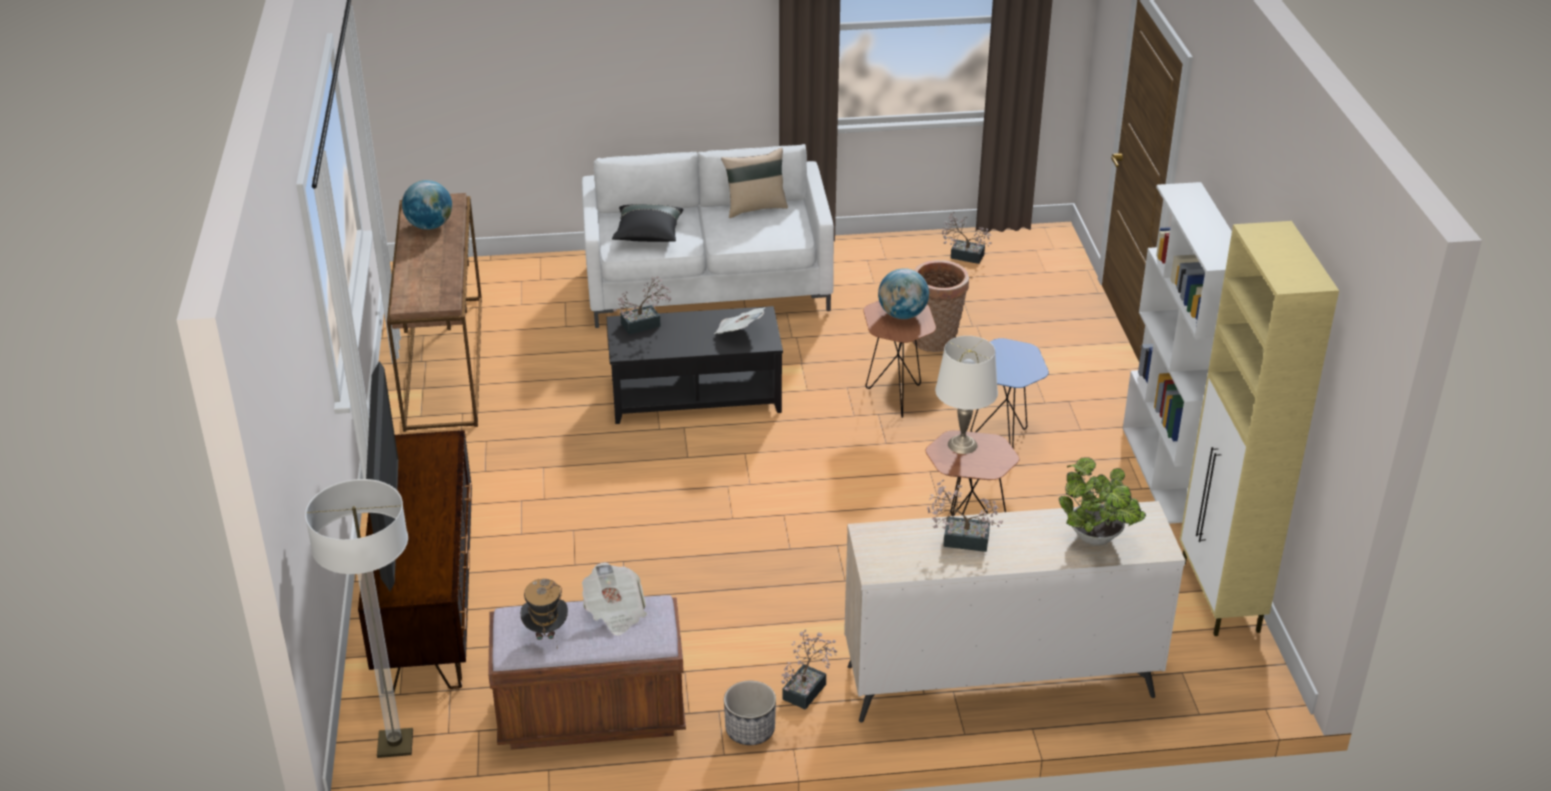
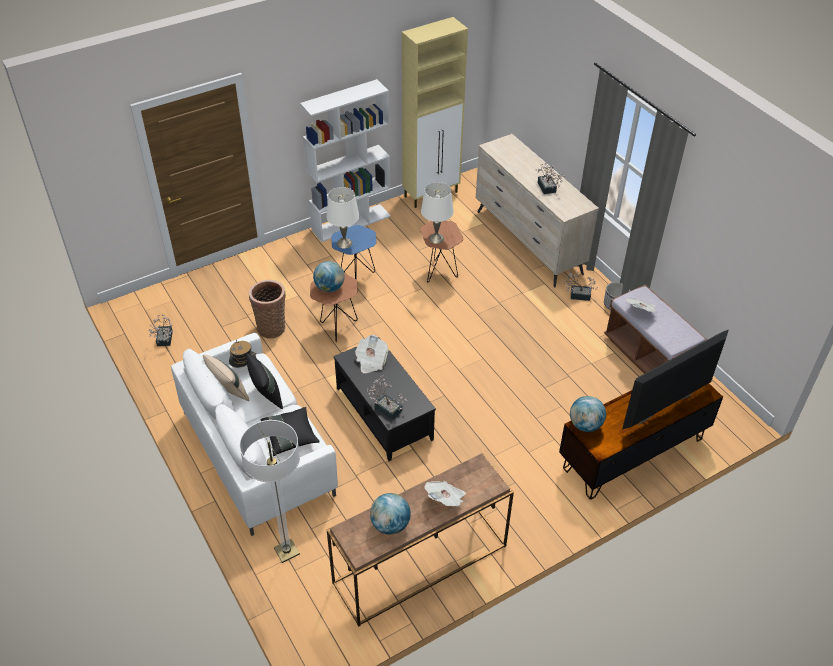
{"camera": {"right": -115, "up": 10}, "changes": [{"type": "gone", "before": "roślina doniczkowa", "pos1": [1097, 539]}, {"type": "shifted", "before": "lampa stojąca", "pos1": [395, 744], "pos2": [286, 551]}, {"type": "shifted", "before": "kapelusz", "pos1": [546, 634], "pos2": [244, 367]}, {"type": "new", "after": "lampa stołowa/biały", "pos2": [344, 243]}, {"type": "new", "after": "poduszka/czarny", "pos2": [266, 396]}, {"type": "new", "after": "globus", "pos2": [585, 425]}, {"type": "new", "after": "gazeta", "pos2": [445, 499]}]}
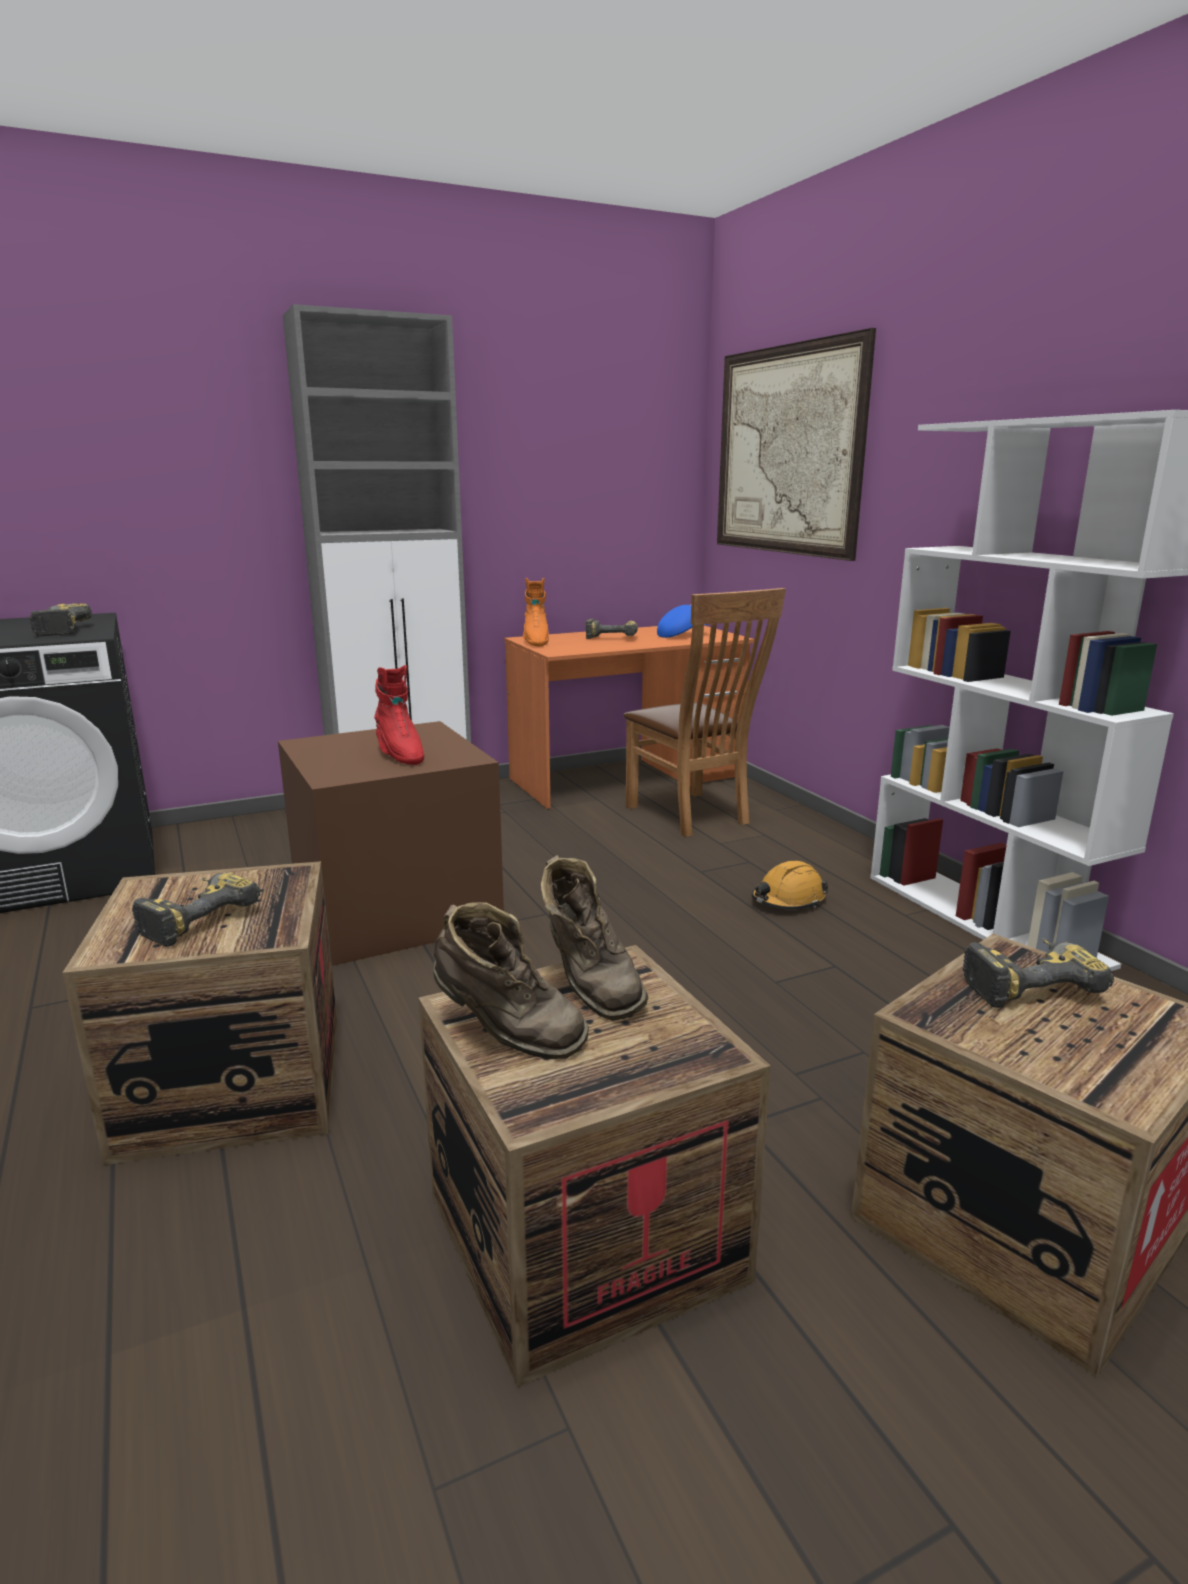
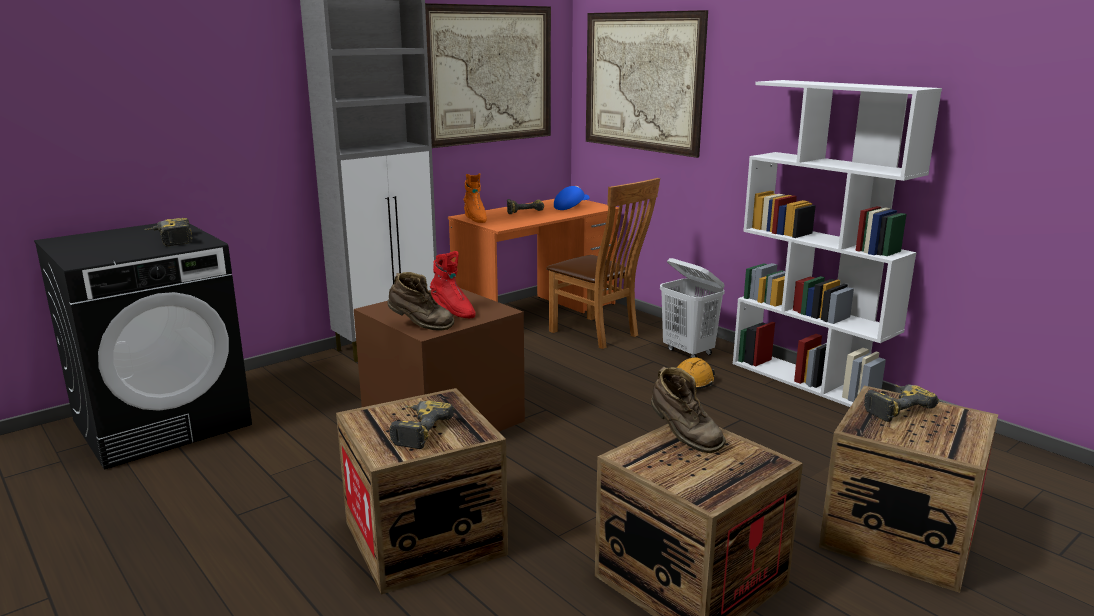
{"camera": {"right": -15, "up": 0}, "changes": [{"type": "shifted", "before": "but z cholewką/brązowy", "pos1": [506, 1034], "pos2": [420, 326]}, {"type": "new", "after": "obraz", "pos2": [489, 75]}, {"type": "new", "after": "kosz na pranie/biały", "pos2": [688, 352]}]}
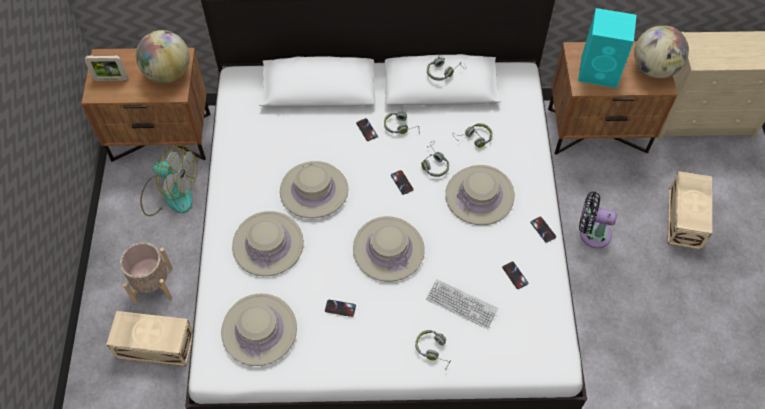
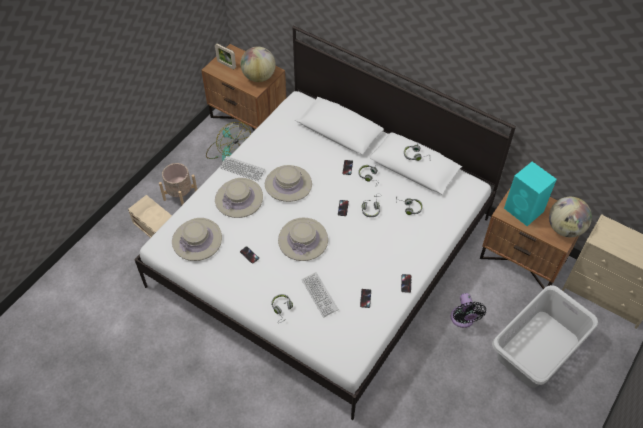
{"camera": {"right": 35, "up": -5}, "changes": [{"type": "gone", "before": "kapelusz/beżowy", "pos1": [479, 196]}, {"type": "swapped", "before": "pojemnik do przechowywania/beżowy", "after": "kosz na pranie/szary", "pos1": [685, 217], "pos2": [538, 348]}, {"type": "rotated", "before": "wentylator/czarny", "pos1": [591, 233], "pos2": [463, 319], "turn": -150}, {"type": "new", "after": "klawiatura", "pos2": [242, 169]}]}
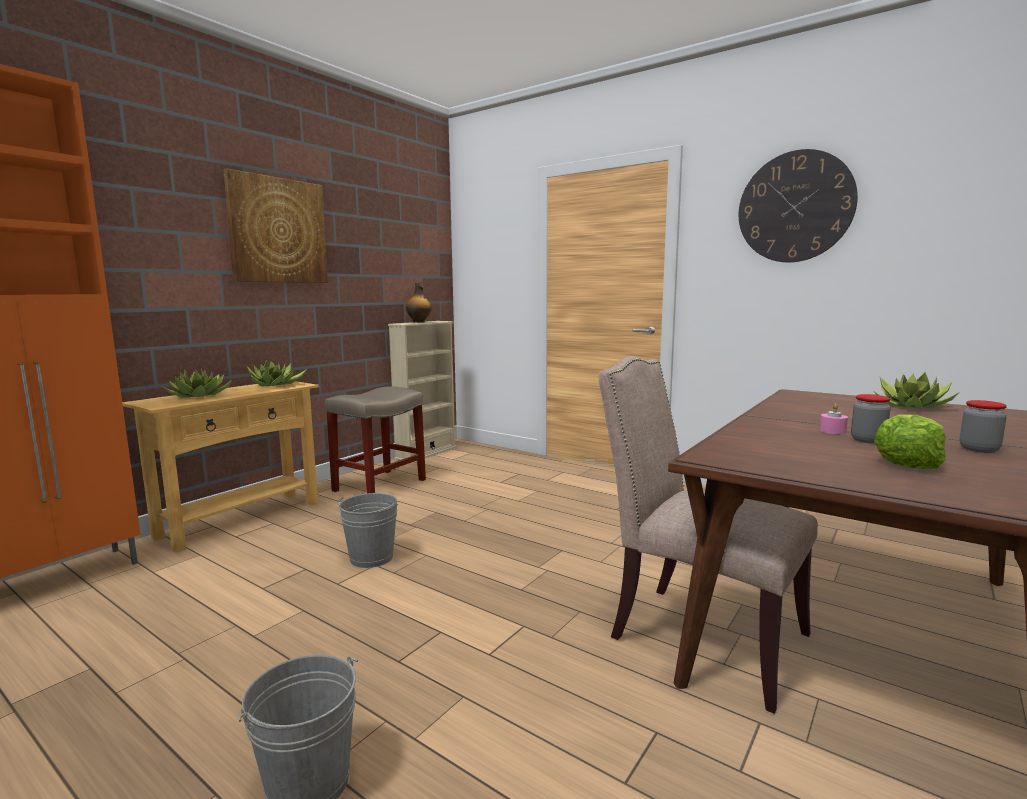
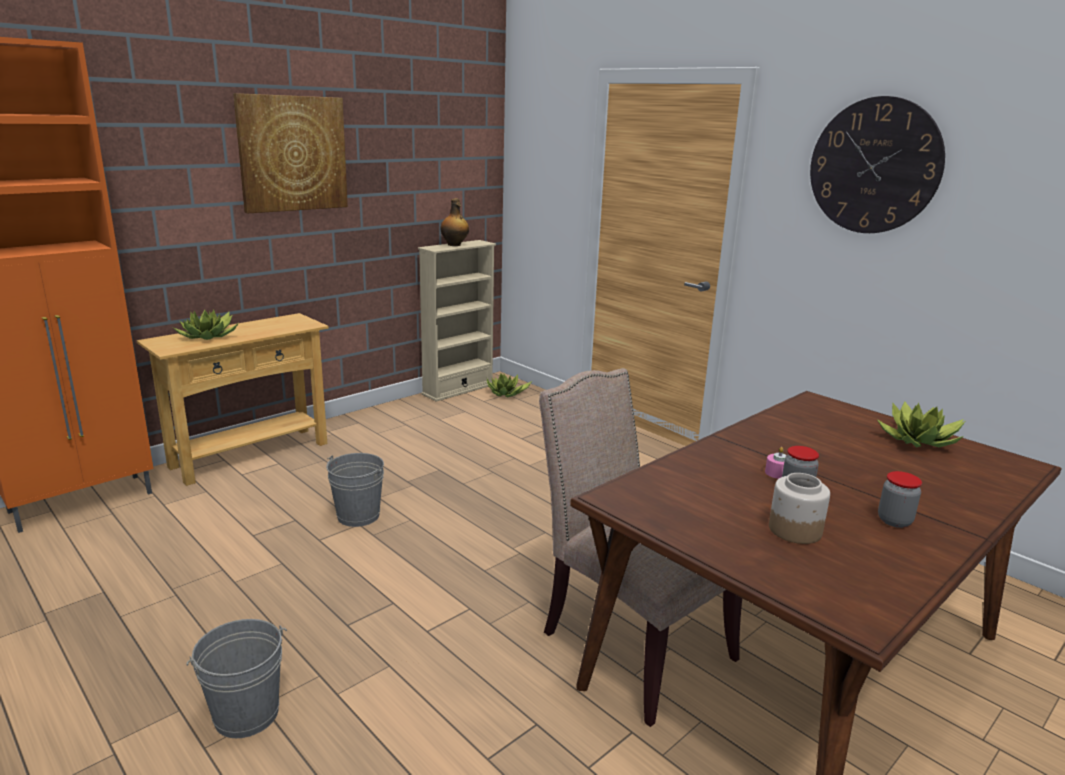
{"camera": {"right": 10, "up": 10}, "changes": [{"type": "shifted", "before": "roślina doniczkowa", "pos1": [275, 385], "pos2": [506, 394]}, {"type": "gone", "before": "stołek/beżowy", "pos1": [379, 486]}, {"type": "swapped", "before": "sałata", "after": "słoik", "pos1": [907, 462], "pos2": [794, 530]}]}
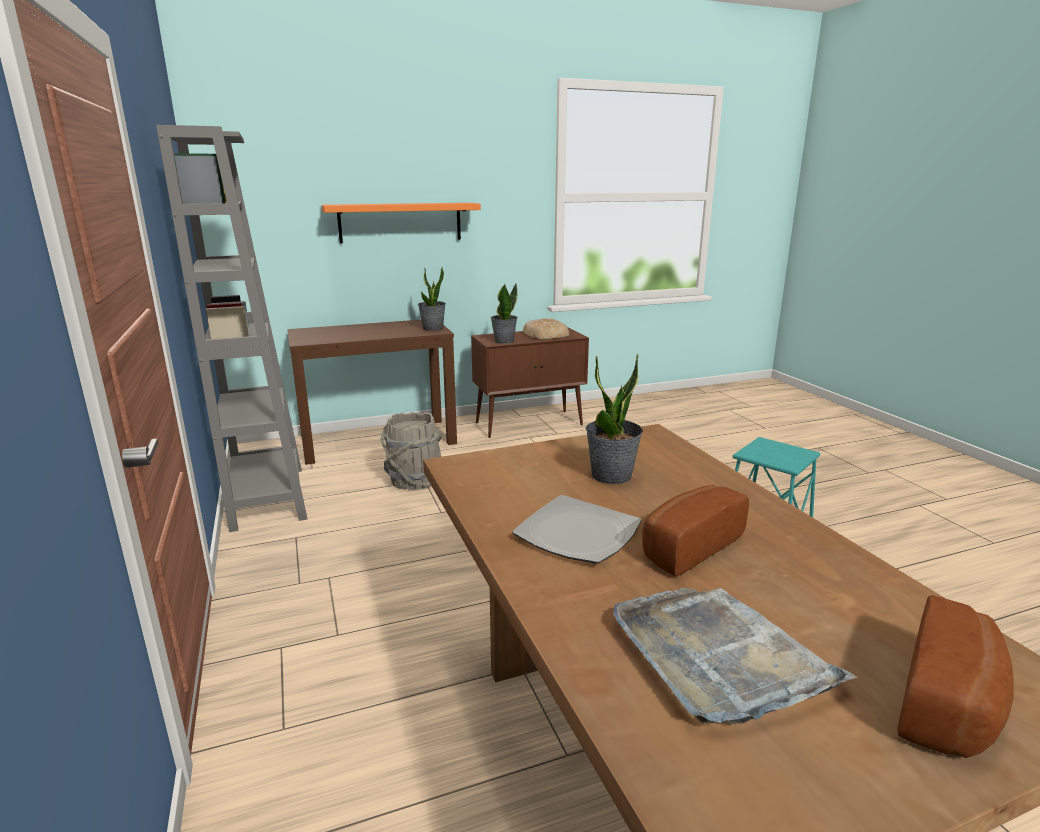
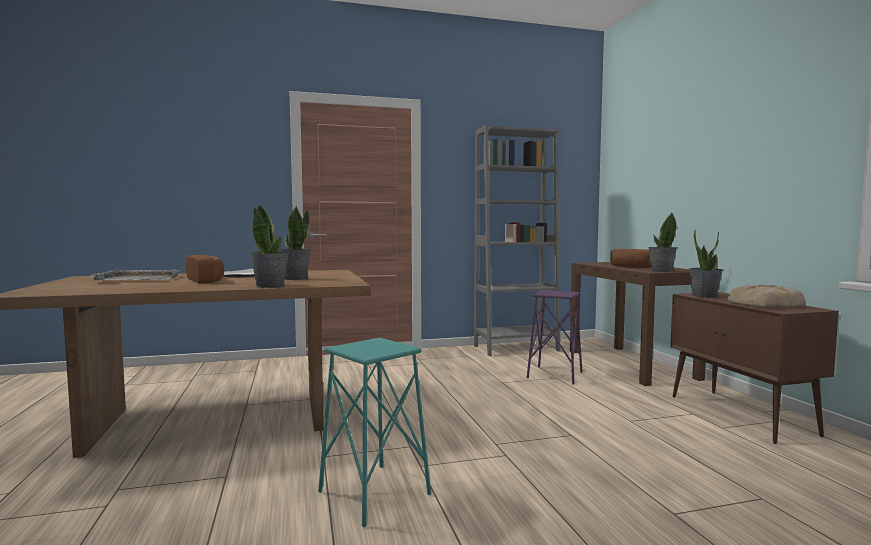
{"camera": {"right": 95, "up": -15}, "changes": [{"type": "gone", "before": "półka/pomarańczowy", "pos1": [400, 222]}, {"type": "swapped", "before": "wiadro/szary", "after": "stołek/fioletowy", "pos1": [414, 480], "pos2": [555, 375]}, {"type": "shifted", "before": "chleb", "pos1": [952, 704], "pos2": [630, 267]}, {"type": "new", "after": "roślina doniczkowa", "pos2": [270, 286]}]}
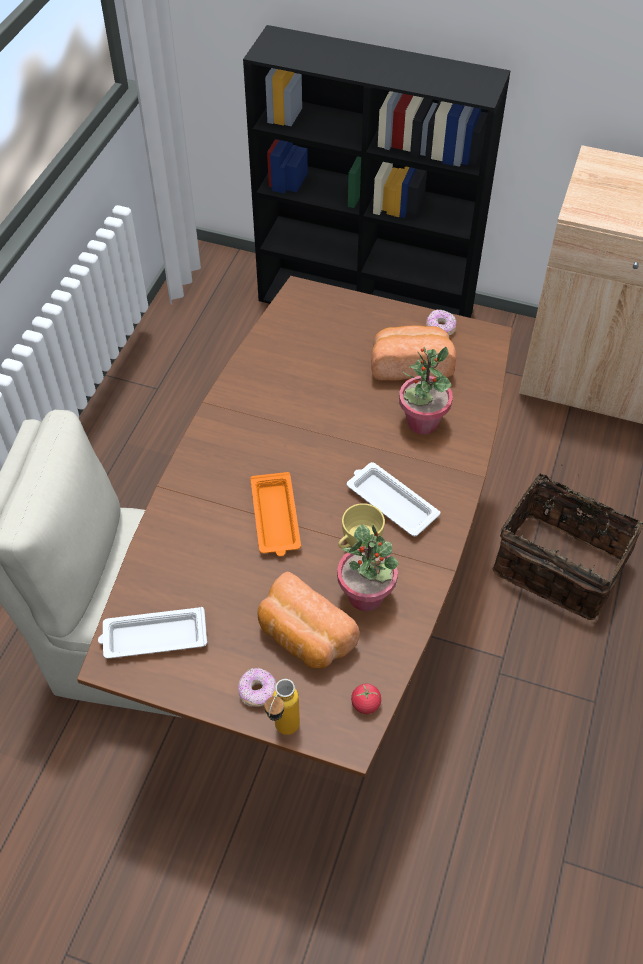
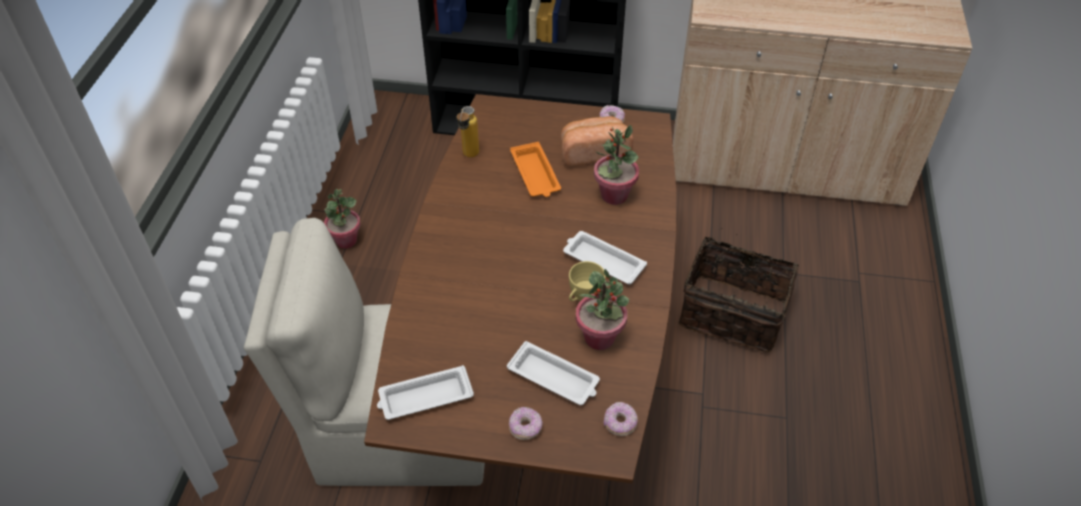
{"camera": {"right": -10, "up": -5}, "changes": [{"type": "shifted", "before": "taca/pomarańczowy", "pos1": [275, 518], "pos2": [535, 174]}, {"type": "swapped", "before": "chleb", "after": "taca/biały", "pos1": [303, 637], "pos2": [554, 378]}, {"type": "shifted", "before": "butelka", "pos1": [282, 733], "pos2": [469, 157]}, {"type": "swapped", "before": "pomidor", "after": "donut", "pos1": [365, 704], "pos2": [620, 423]}, {"type": "new", "after": "roślina doniczkowa", "pos2": [346, 240]}]}
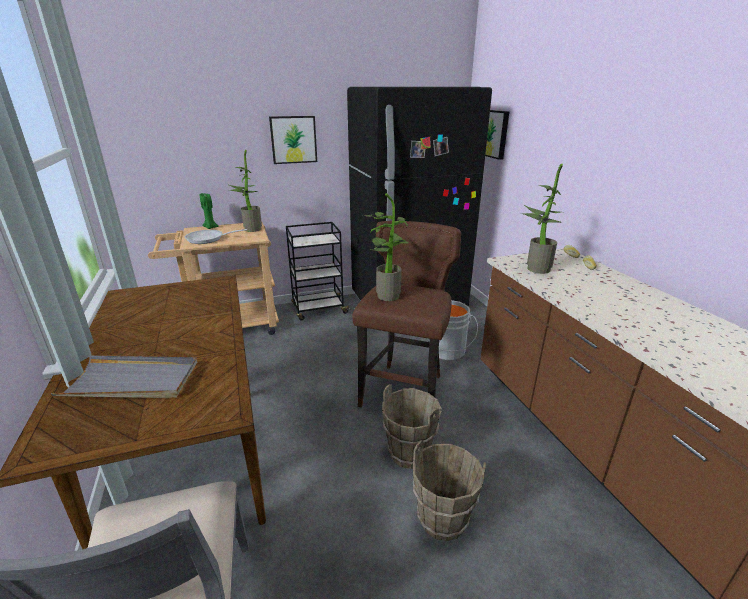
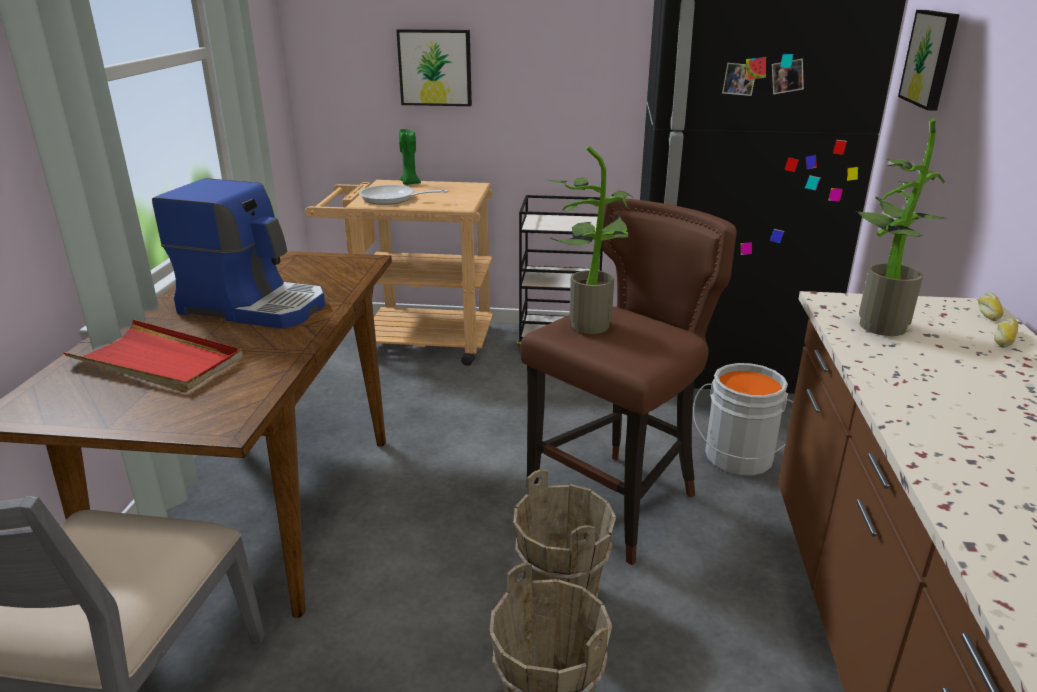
{"camera": {"right": 25, "up": 0}, "changes": [{"type": "shifted", "before": "obraz", "pos1": [293, 139], "pos2": [435, 67]}, {"type": "gone", "before": "roślina doniczkowa", "pos1": [250, 229]}, {"type": "repainted", "before": "taca/szary", "after": "taca/czerwony", "pos1": [132, 381], "pos2": [158, 362]}, {"type": "new", "after": "ekspres do kawy", "pos2": [255, 306]}]}
